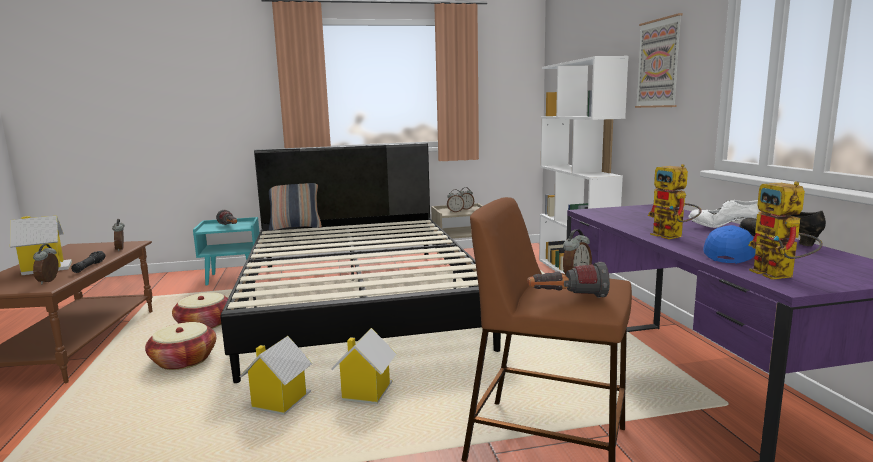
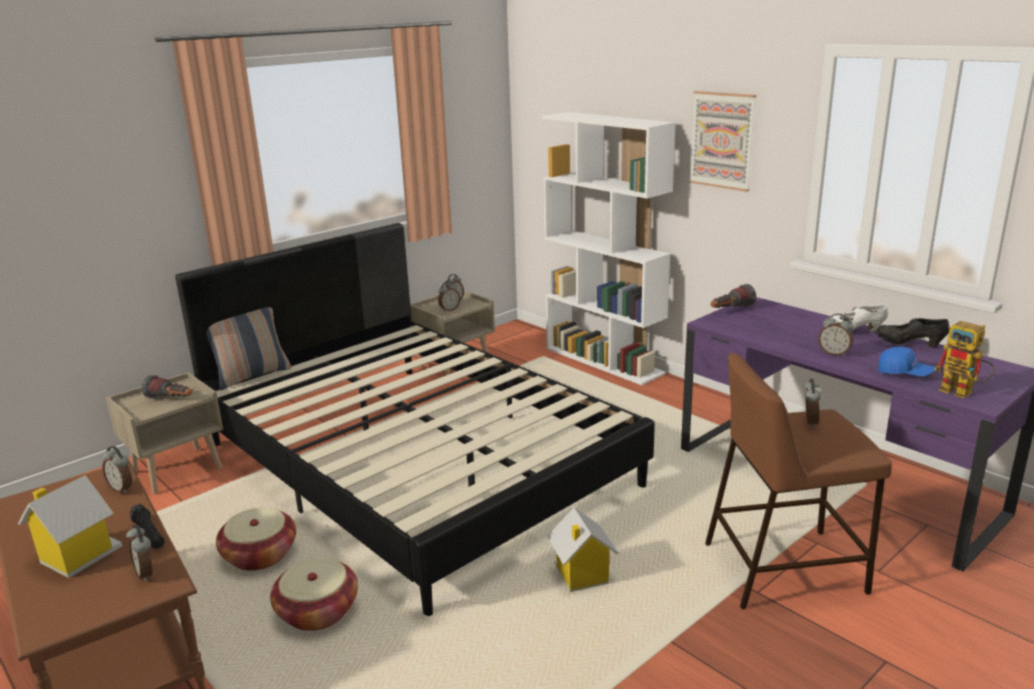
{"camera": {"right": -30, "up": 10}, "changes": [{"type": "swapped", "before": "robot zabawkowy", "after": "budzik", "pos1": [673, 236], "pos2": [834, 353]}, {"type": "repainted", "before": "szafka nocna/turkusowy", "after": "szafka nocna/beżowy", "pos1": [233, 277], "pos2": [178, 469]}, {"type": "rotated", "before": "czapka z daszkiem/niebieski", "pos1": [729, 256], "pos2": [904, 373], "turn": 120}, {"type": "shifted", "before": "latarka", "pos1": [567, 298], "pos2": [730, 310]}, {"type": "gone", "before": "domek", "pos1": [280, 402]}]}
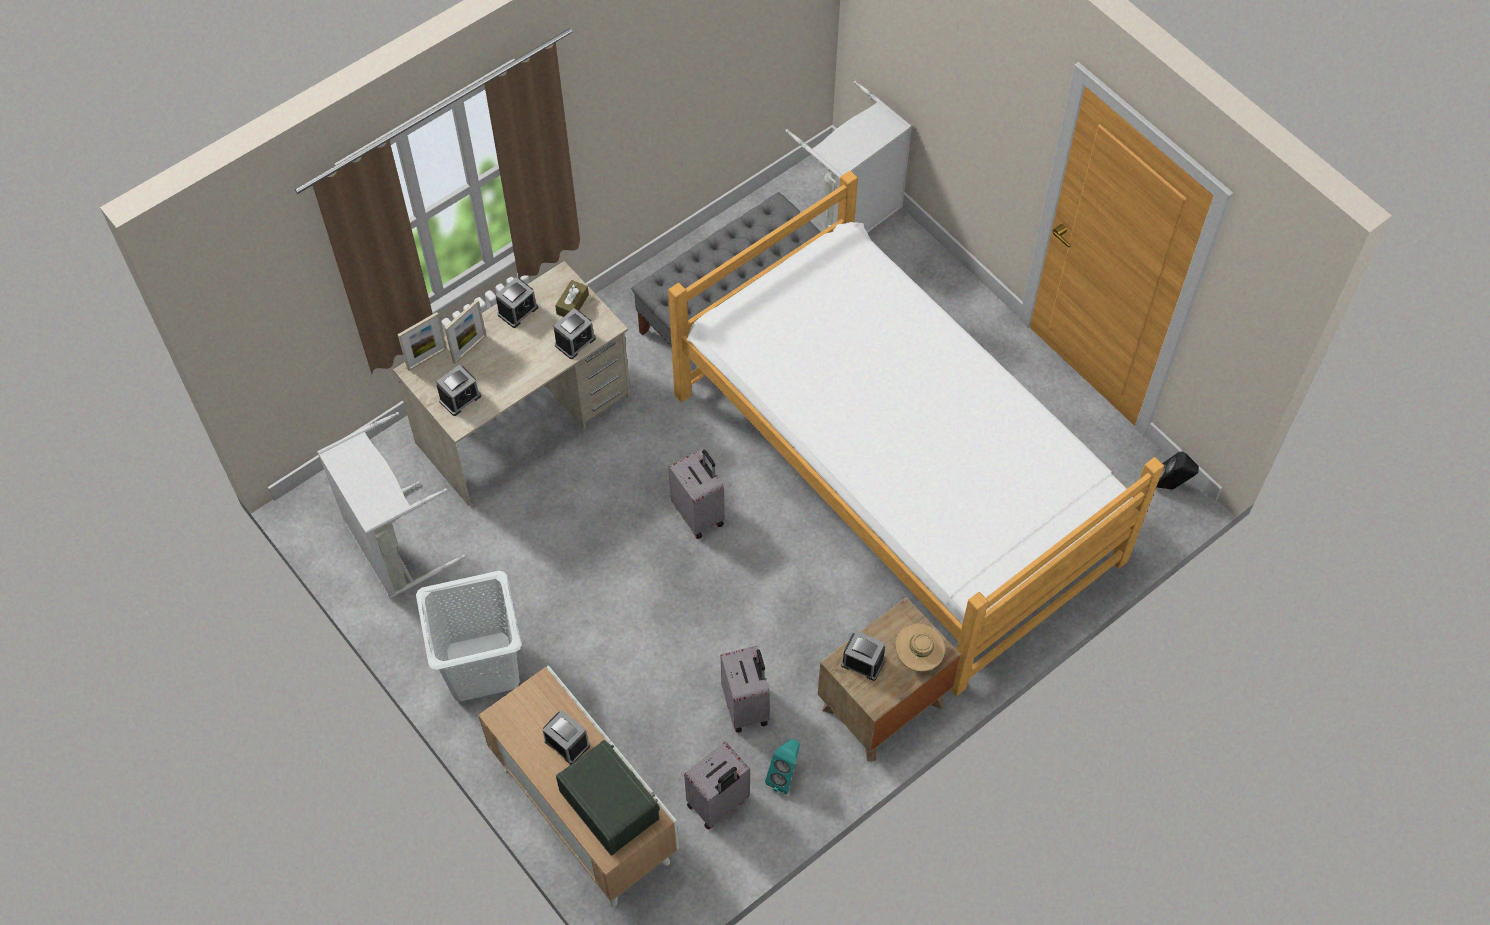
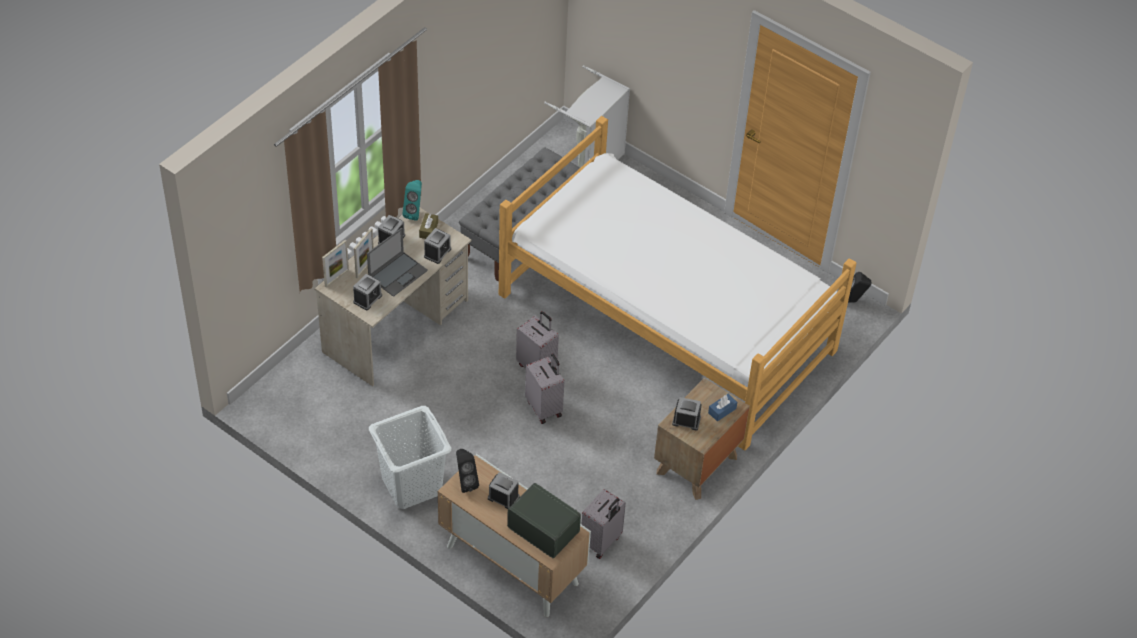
{"camera": {"right": -15, "up": -10}, "changes": [{"type": "gone", "before": "kosz na pranie/szary", "pos1": [392, 546]}, {"type": "swapped", "before": "kapelusz/beżowy", "after": "pudełko chusteczek/niebieski", "pos1": [918, 655], "pos2": [722, 411]}, {"type": "shifted", "before": "walizka/szary", "pos1": [746, 706], "pos2": [545, 408]}, {"type": "shifted", "before": "głośnik/turkusowy", "pos1": [785, 775], "pos2": [414, 212]}, {"type": "new", "after": "laptop", "pos2": [398, 273]}, {"type": "new", "after": "głośnik/czarny", "pos2": [465, 482]}]}
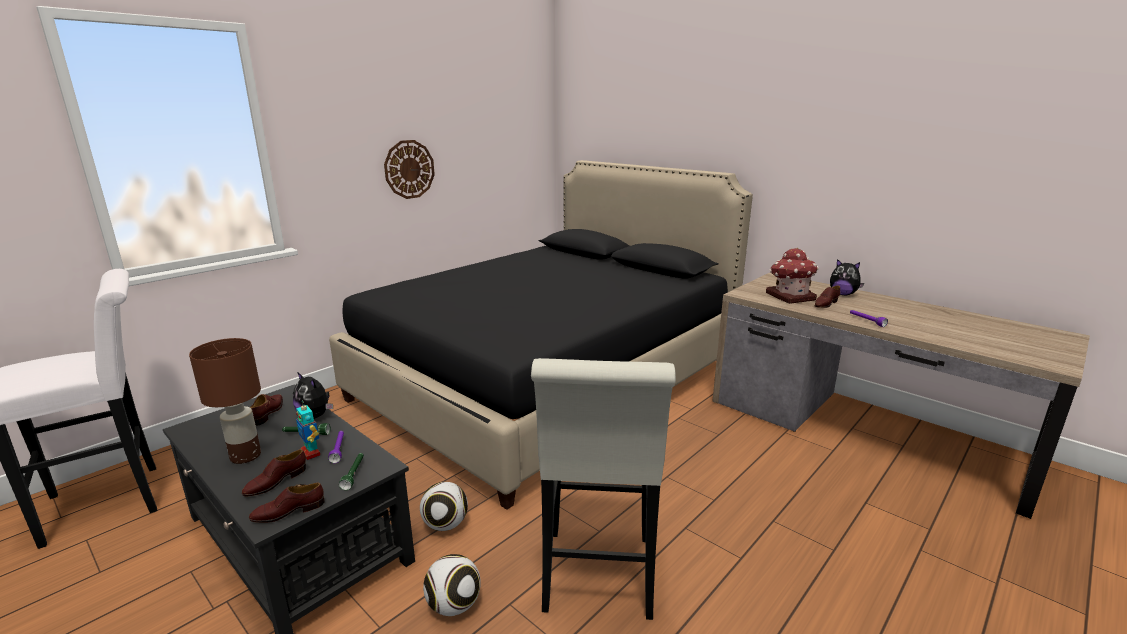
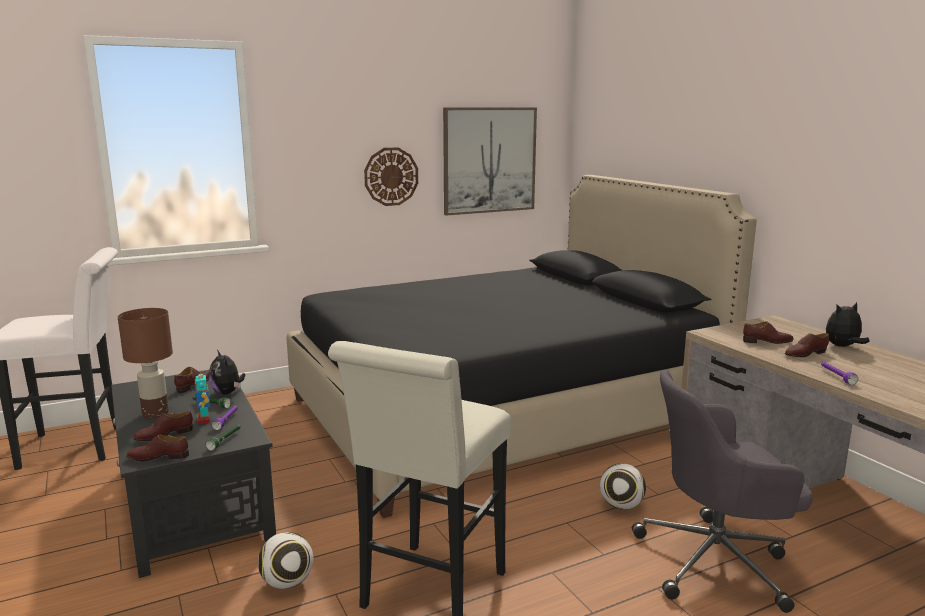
{"camera": {"right": 20, "up": -5}, "changes": [{"type": "swapped", "before": "domek", "after": "but/brązowy", "pos1": [789, 296], "pos2": [767, 341]}, {"type": "rotated", "before": "pluszak", "pos1": [843, 294], "pos2": [843, 346], "turn": 105}, {"type": "shifted", "before": "piłka futbolowa", "pos1": [445, 525], "pos2": [621, 506]}, {"type": "new", "after": "obraz", "pos2": [489, 160]}, {"type": "new", "after": "krzesło biurowe/szary", "pos2": [716, 561]}]}
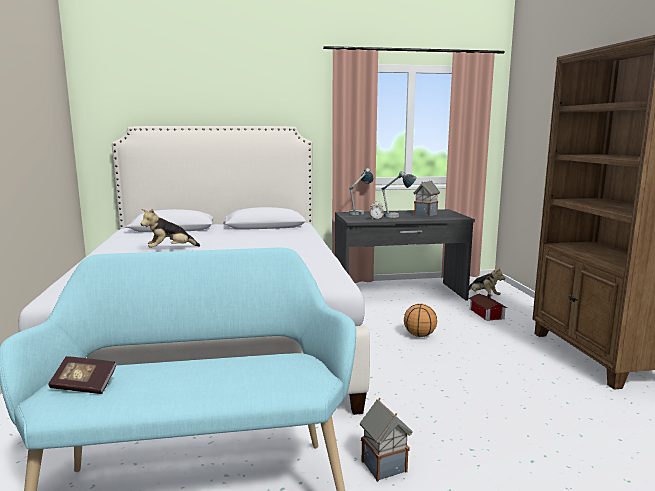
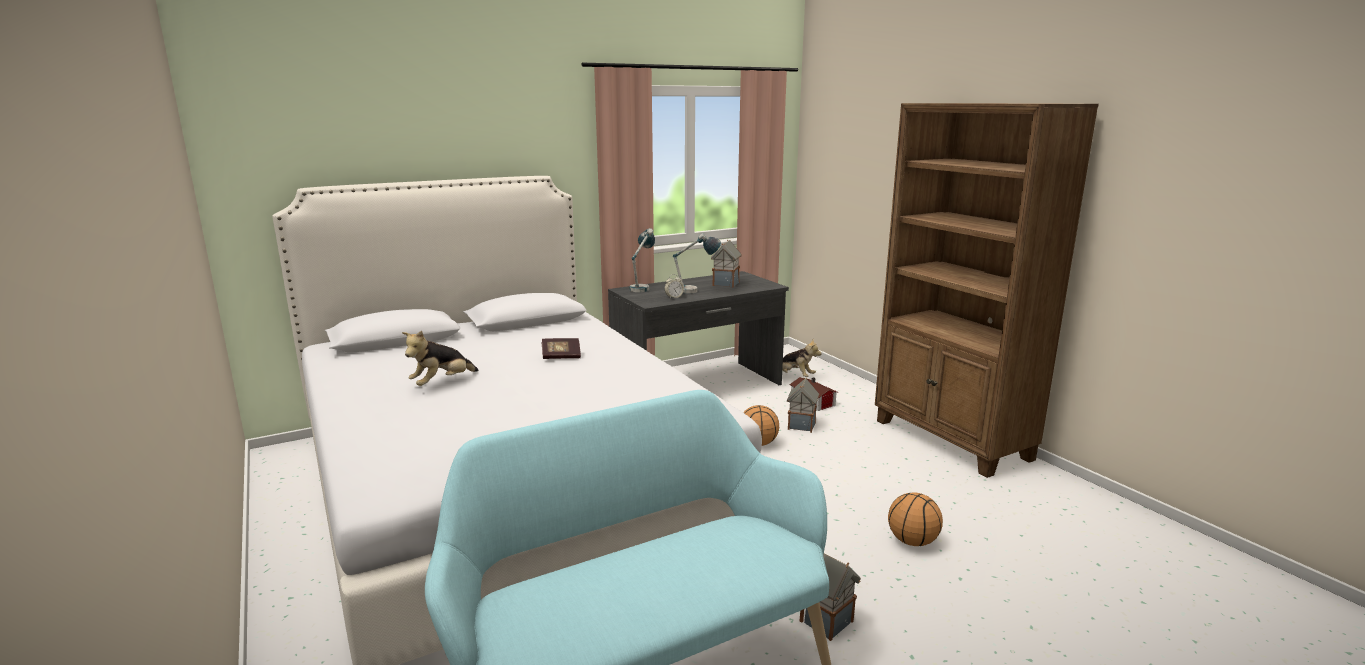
{"camera": {"right": -20, "up": 5}, "changes": [{"type": "shifted", "before": "książka", "pos1": [84, 386], "pos2": [561, 356]}, {"type": "new", "after": "domek", "pos2": [801, 425]}, {"type": "new", "after": "piłka do koszykówki", "pos2": [912, 542]}]}
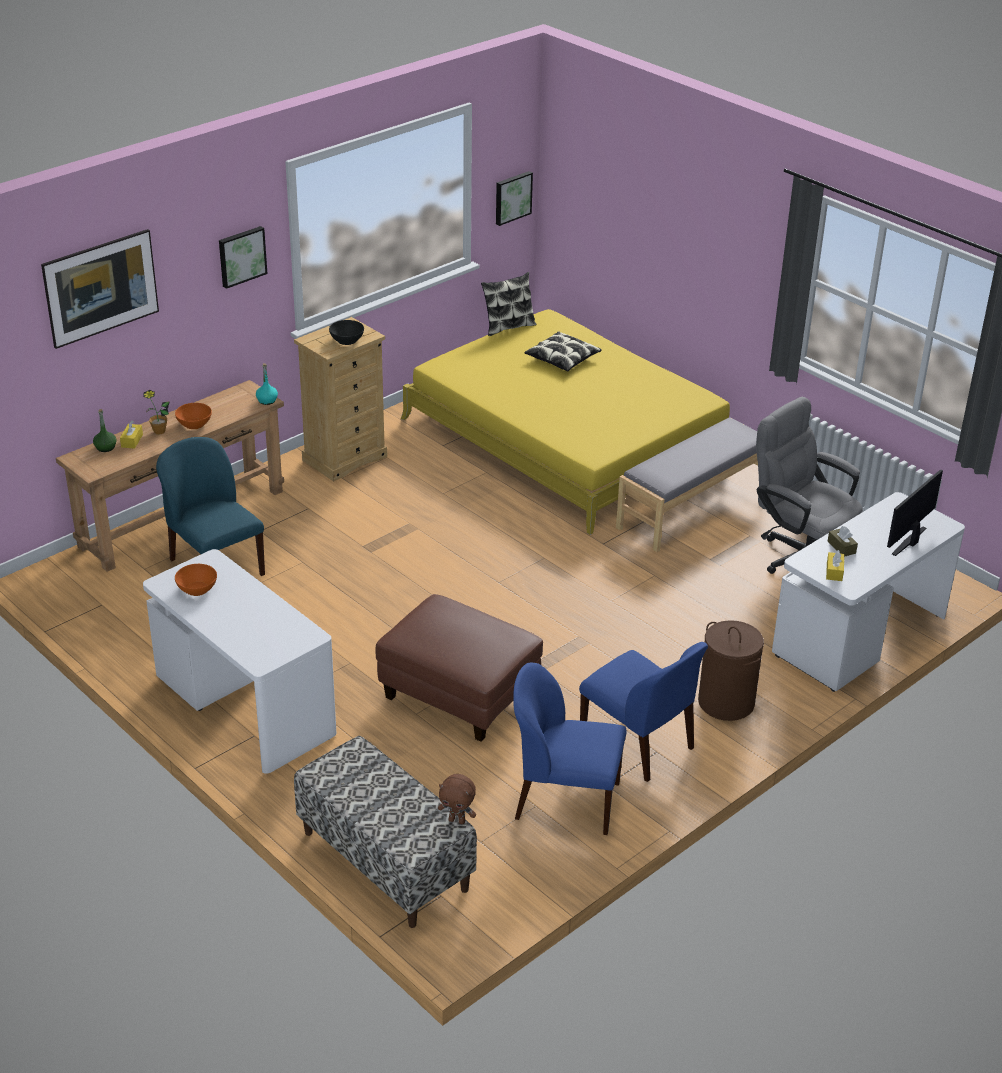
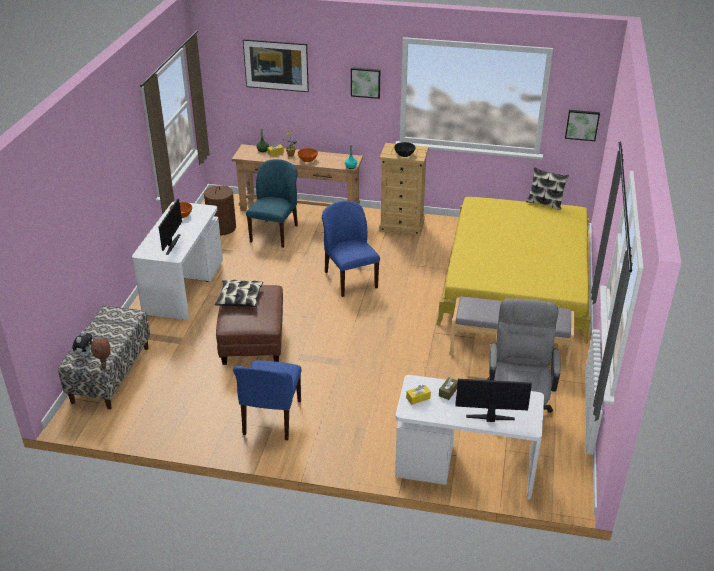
{"camera": {"right": 55, "up": 0}, "changes": [{"type": "shifted", "before": "poduszka", "pos1": [562, 359], "pos2": [239, 298]}, {"type": "shifted", "before": "kosz na pranie/brązowy", "pos1": [725, 702], "pos2": [222, 228]}, {"type": "shifted", "before": "krzesło/niebieski", "pos1": [565, 801], "pos2": [350, 279]}, {"type": "new", "after": "monitor", "pos2": [172, 244]}, {"type": "new", "after": "pluszak", "pos2": [85, 354]}]}
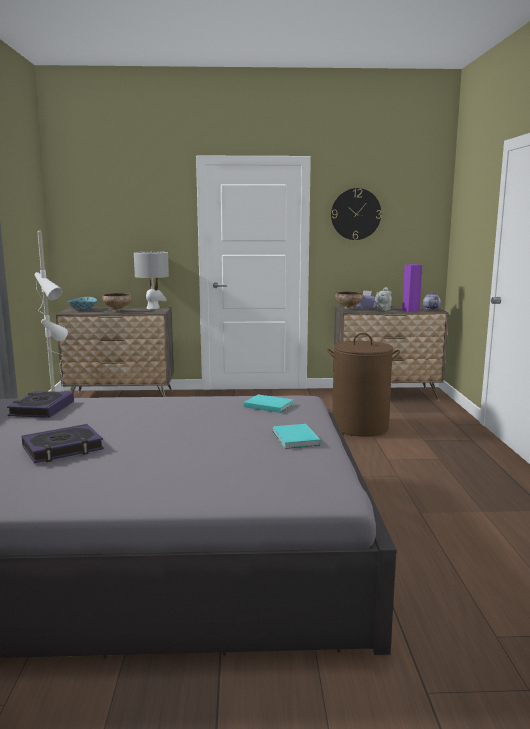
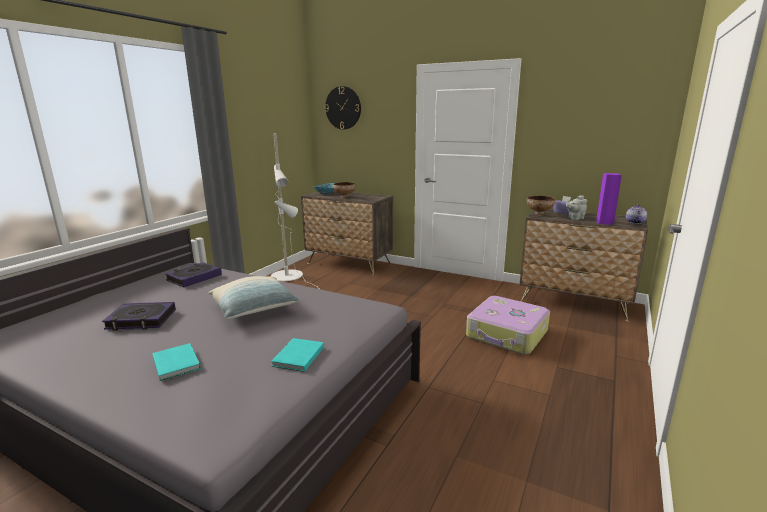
{"camera": {"right": 30, "up": 5}, "changes": [{"type": "shifted", "before": "zegar ścienny", "pos1": [355, 214], "pos2": [343, 108]}, {"type": "gone", "before": "lampa stołowa/szary", "pos1": [153, 308]}, {"type": "swapped", "before": "kosz na pranie/brązowy", "after": "walizka", "pos1": [360, 427], "pos2": [507, 334]}, {"type": "shifted", "before": "książka/turkusowy", "pos1": [268, 405], "pos2": [177, 362]}, {"type": "new", "after": "poduszka", "pos2": [254, 309]}]}
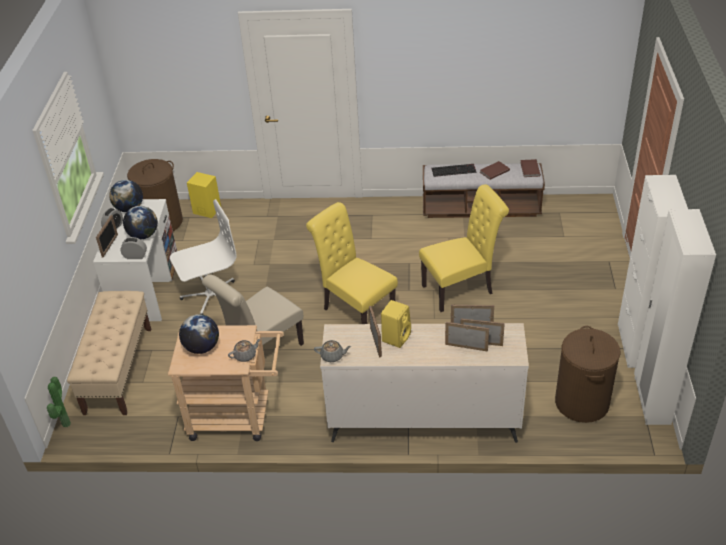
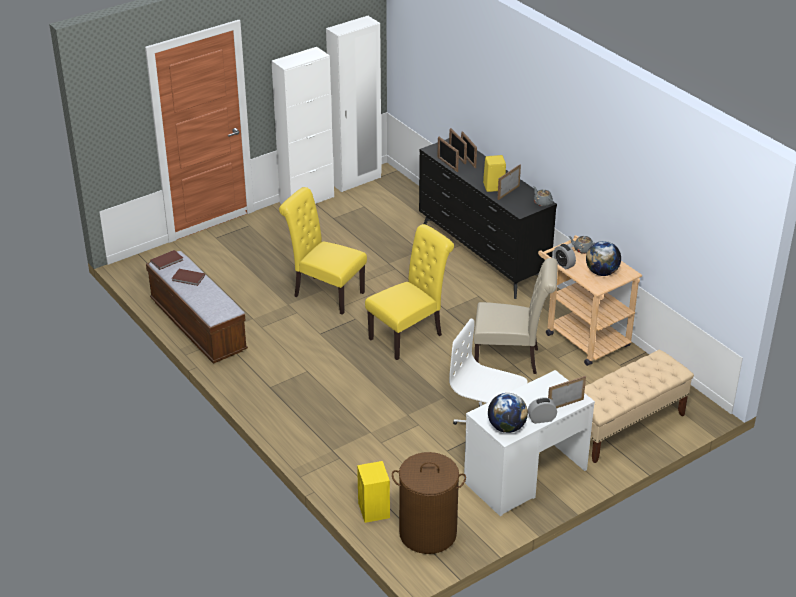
{"camera": {"right": -130, "up": -5}, "changes": [{"type": "gone", "before": "klawiatura", "pos1": [454, 170]}, {"type": "rotated", "before": "krzesło/żółty", "pos1": [355, 310], "pos2": [409, 335], "turn": -135}, {"type": "gone", "before": "globus", "pos1": [143, 235]}, {"type": "shifted", "before": "budzik", "pos1": [135, 256], "pos2": [563, 264]}, {"type": "repainted", "before": "komoda/beżowy", "after": "komoda/czarny", "pos1": [422, 422], "pos2": [482, 256]}, {"type": "gone", "before": "kosz na pranie/brązowy", "pos1": [582, 402]}, {"type": "gone", "before": "roślina doniczkowa", "pos1": [64, 424]}]}
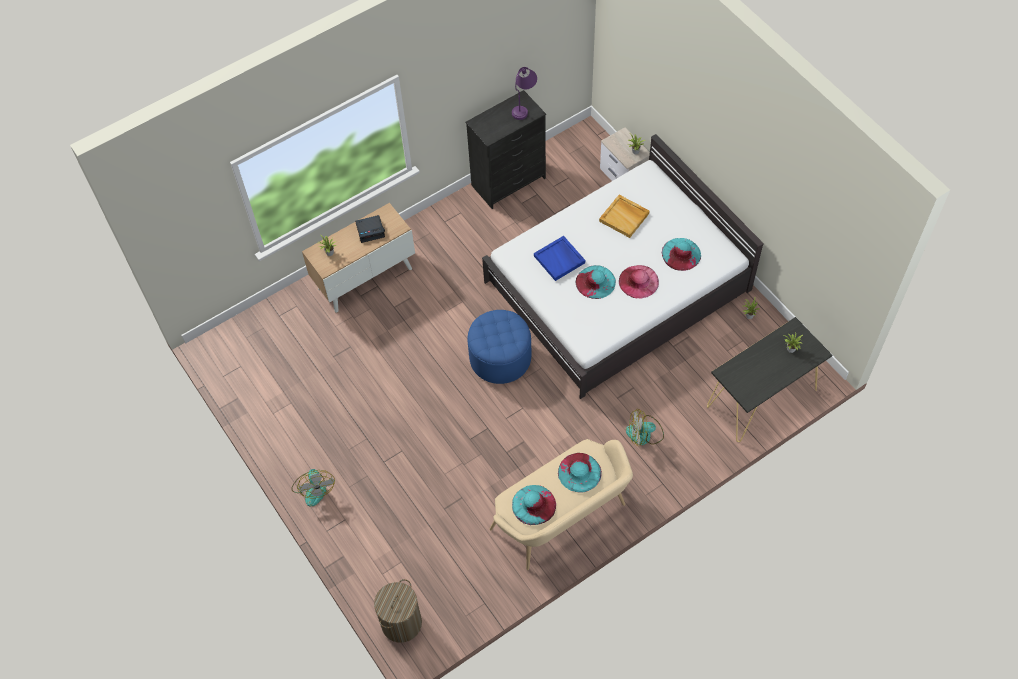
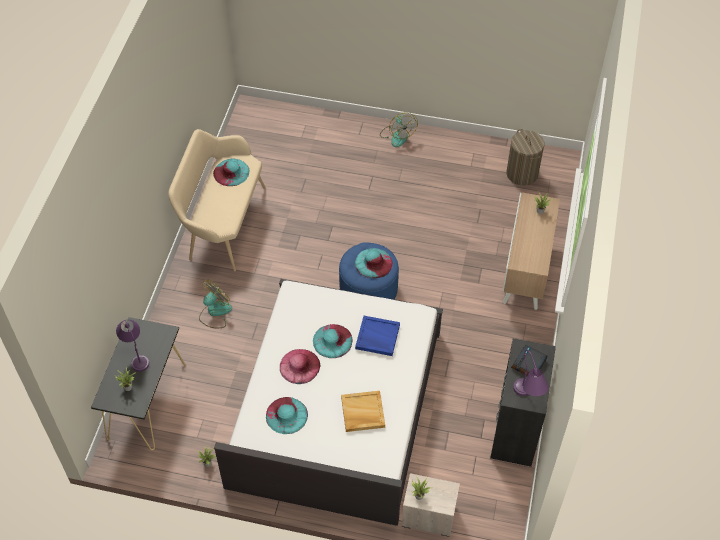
{"camera": {"right": 135, "up": -5}, "changes": [{"type": "shifted", "before": "budzik", "pos1": [370, 230], "pos2": [528, 364]}, {"type": "shifted", "before": "kapelusz/turkusowy", "pos1": [579, 472], "pos2": [373, 263]}, {"type": "rotated", "before": "wentylator", "pos1": [313, 488], "pos2": [397, 135], "turn": -135}, {"type": "shifted", "before": "kosz na pranie", "pos1": [401, 622], "pos2": [522, 174]}, {"type": "new", "after": "lampa stołowa/fioletowy", "pos2": [136, 354]}]}
